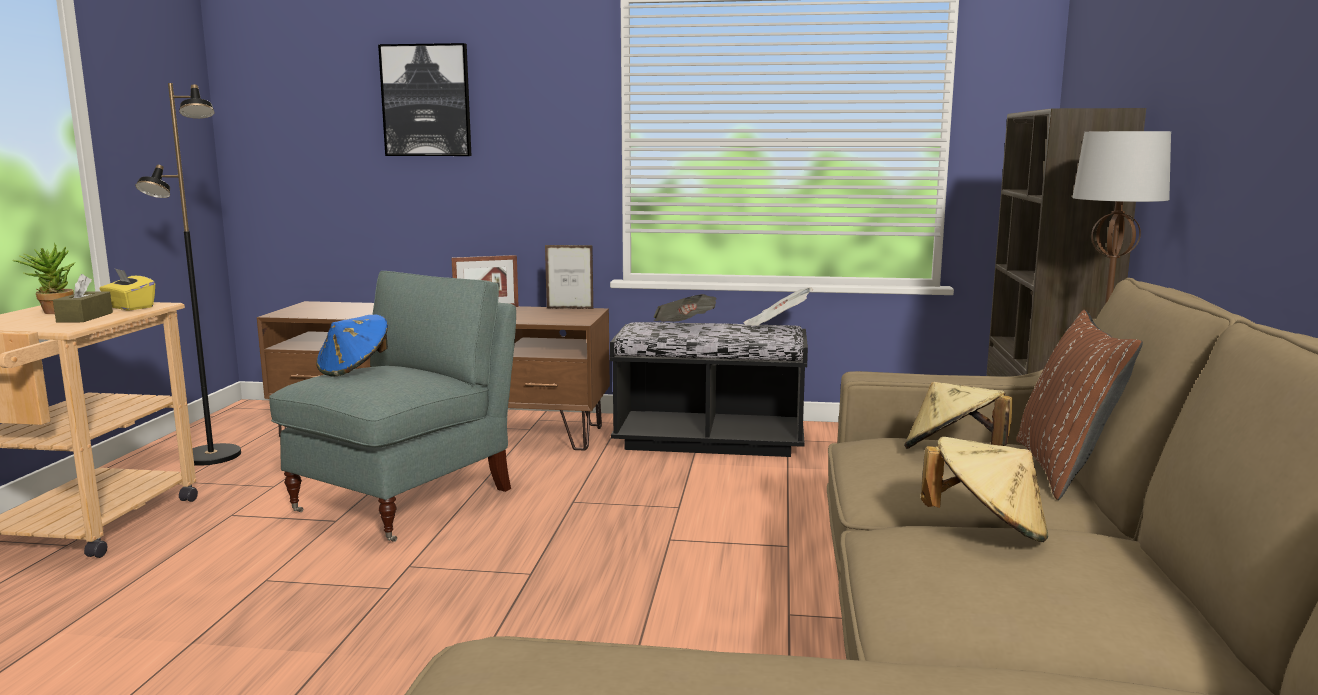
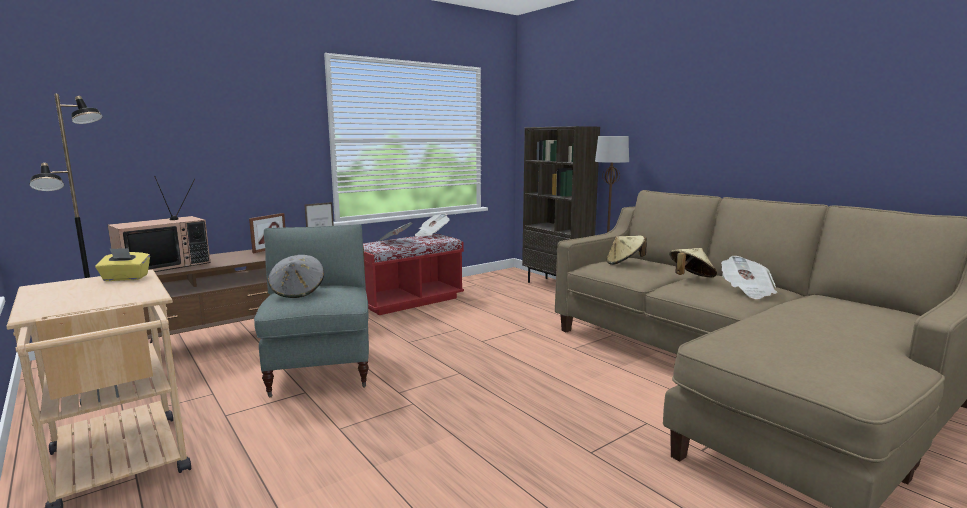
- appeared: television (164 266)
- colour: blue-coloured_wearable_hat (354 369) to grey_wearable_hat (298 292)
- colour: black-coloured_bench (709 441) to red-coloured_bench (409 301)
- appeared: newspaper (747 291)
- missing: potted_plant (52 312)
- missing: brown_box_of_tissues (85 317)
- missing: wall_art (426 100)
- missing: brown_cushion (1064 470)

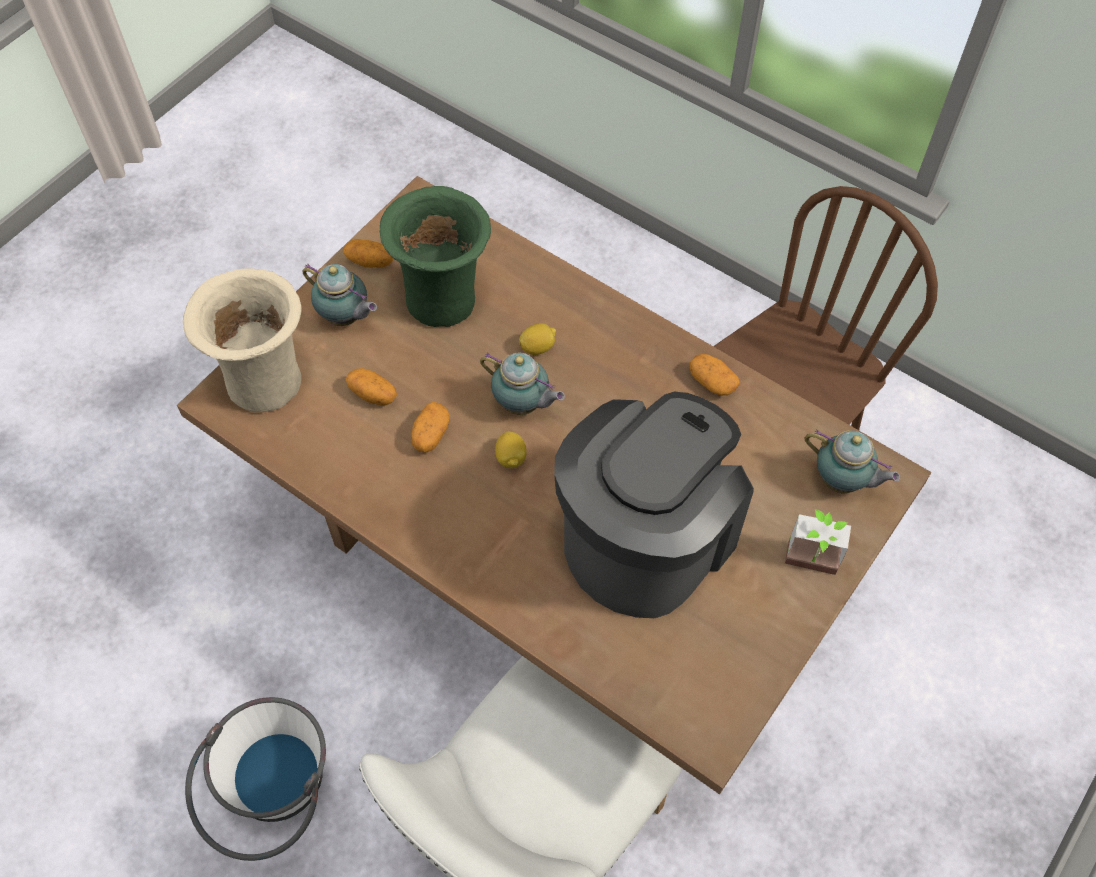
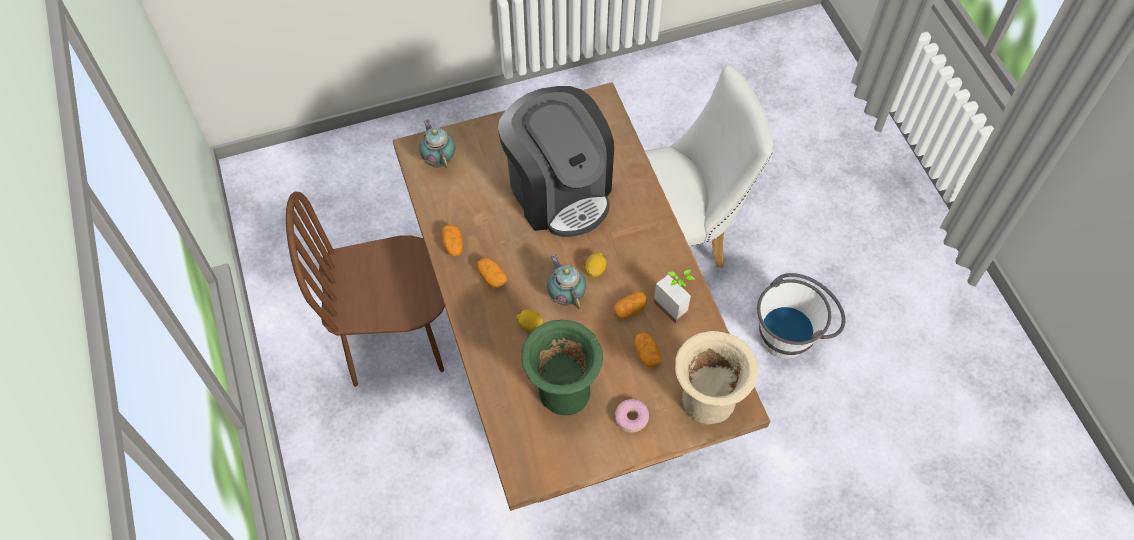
- relocated: spud (371 261) to (492 277)
- spun: coffee_maker (646 538) = (558 190) 105 degrees counterclockwise
- exchanged: tea_pot (345 318) to doughnut (631 417)
- relocated: potted_plant (810 567) to (675 304)

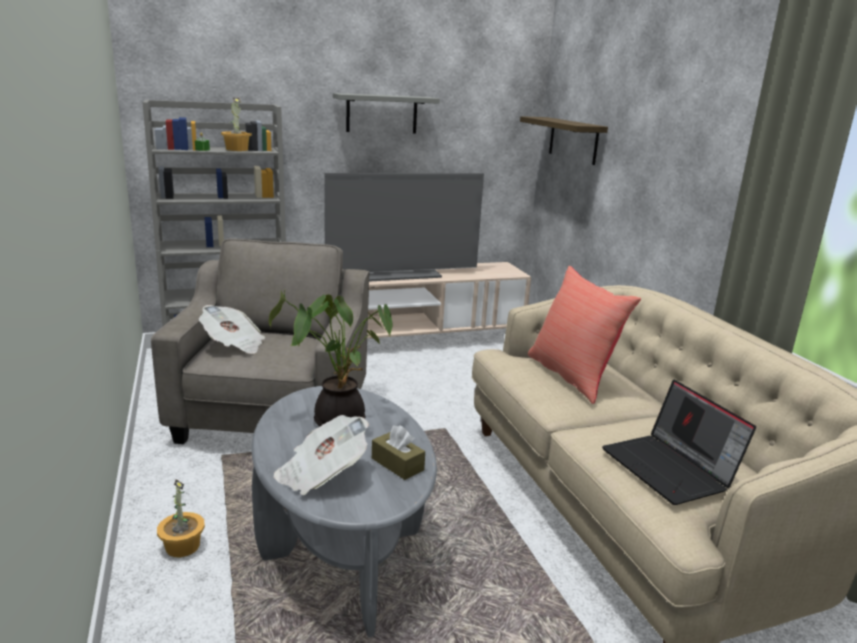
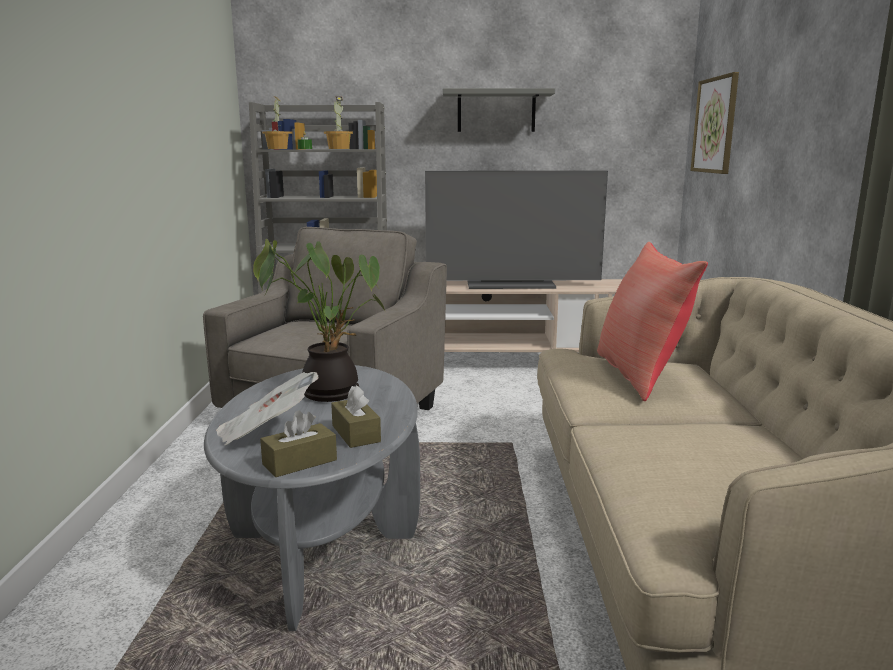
- appeared: brown_box_of_tissues (299 462)
- relocated: potted_plant (182 546) to (278 149)
- exchanged: shelf (573 140) to wall_art (715 125)
- missing: newspaper (234 345)
- missing: portable_computer (670 469)

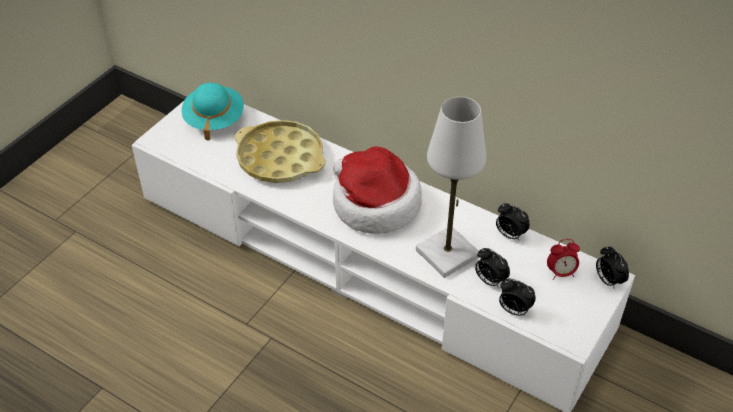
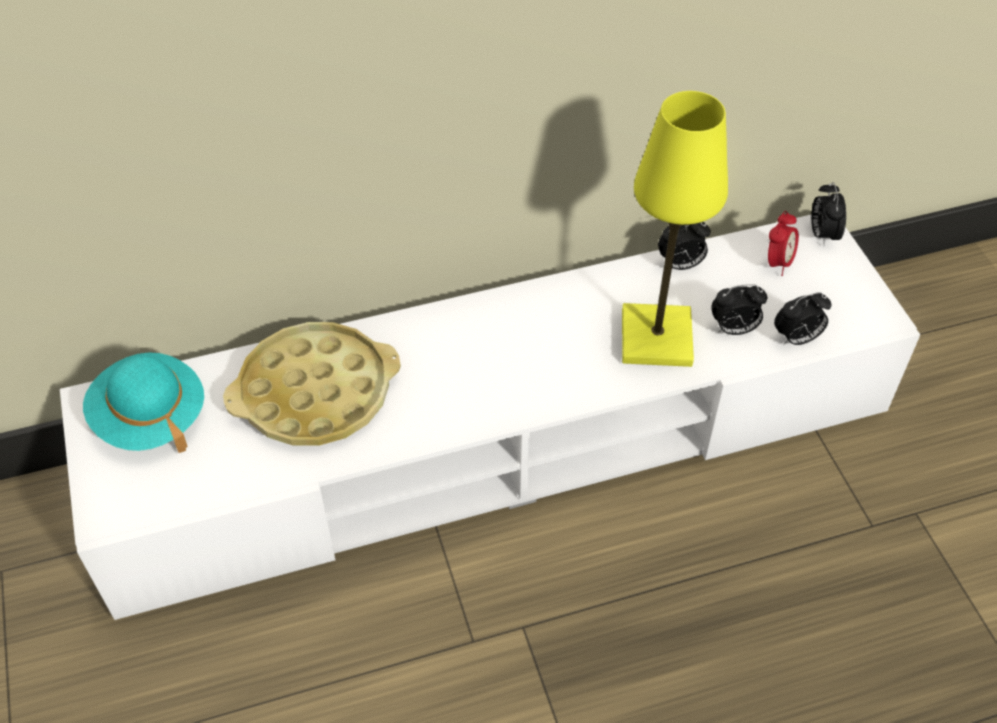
- colour: white-coloured_lamp_for_a_table (447 253) to yellow-coloured_lamp_for_a_table (656 338)
- spun: bedside_clock (608 280) = (822 234) 75 degrees clockwise
- missing: wearable_hat (374 204)

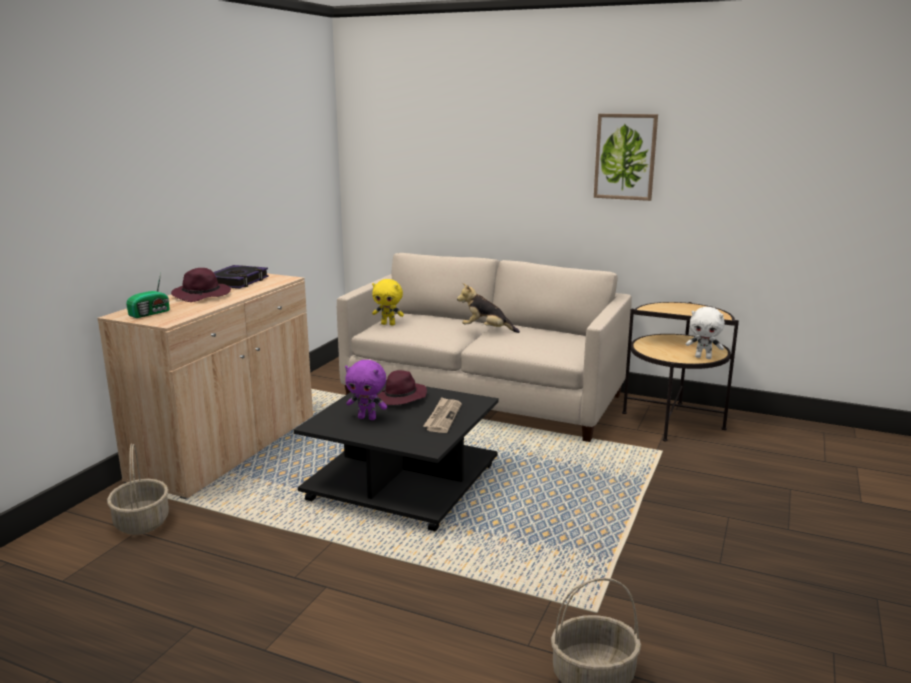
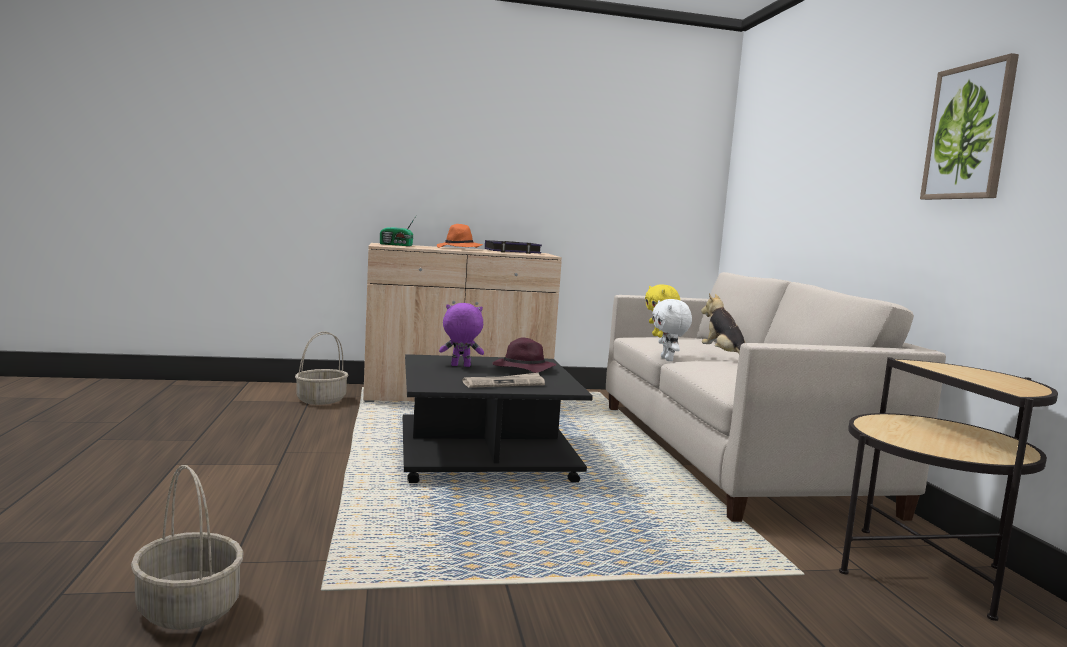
- colour: purple_wearable_hat (202 295) to orangey_wearable_hat (459 249)
- spun: purple_soft_toy (367 418) = (460 366) 105 degrees clockwise
- relocated: white-coloured_soft_toy (703 357) to (668 359)

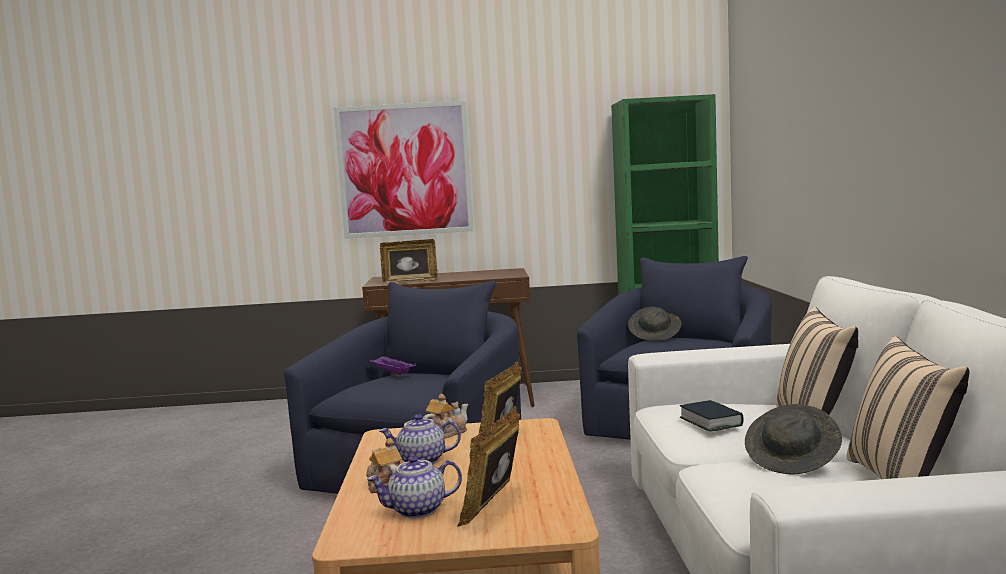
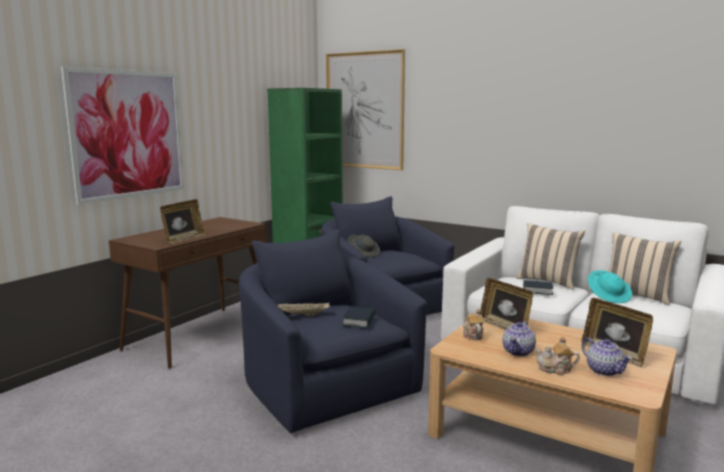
- colour: purple_tray (391 373) to beige_tray (302 315)
- appeared: wall_art (364 110)
- appeared: bound_book (359 321)
- spun: tea_pot (417 510) = (604 371) 45 degrees counterclockwise
- colour: grey_wearable_hat (793 460) to turquoise_wearable_hat (608 297)

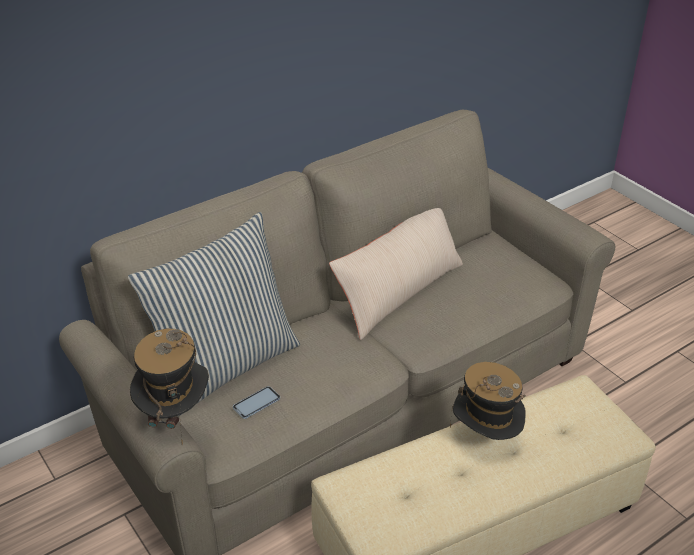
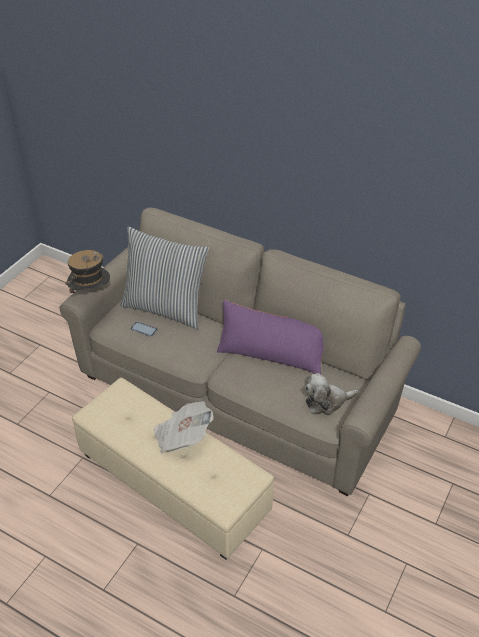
- exchanged: wearable_hat (485 438) to newspaper (182 437)
- colour: beige_cushion (399 292) to purple_cushion (271 354)
- appeared: soft_toy (327 402)

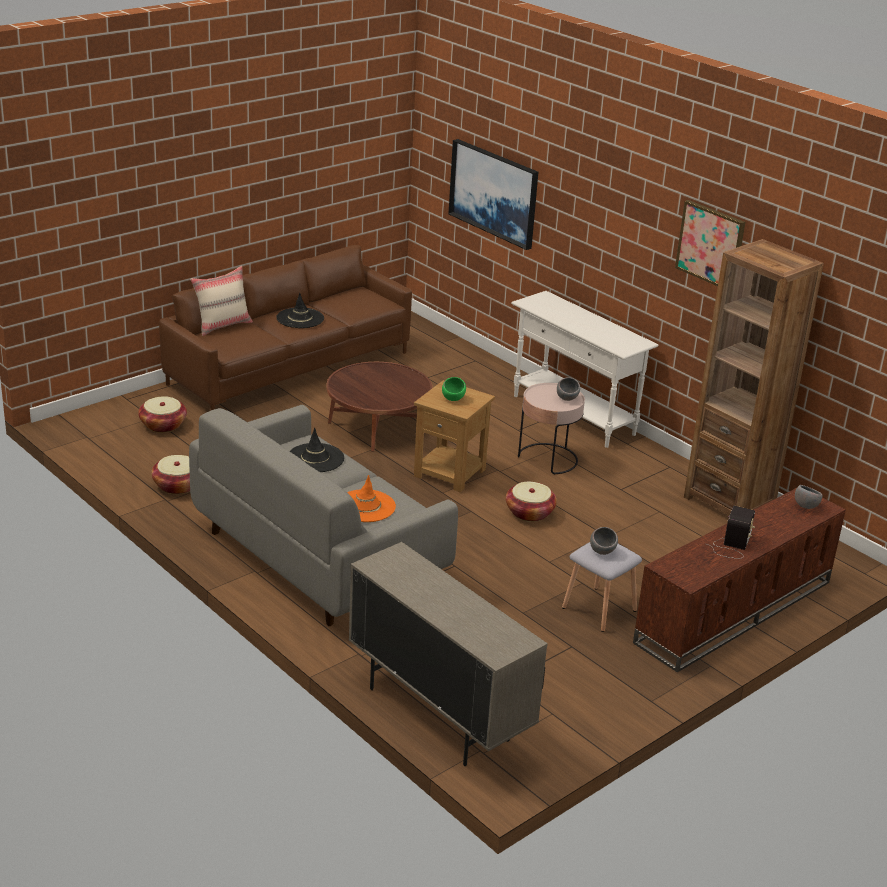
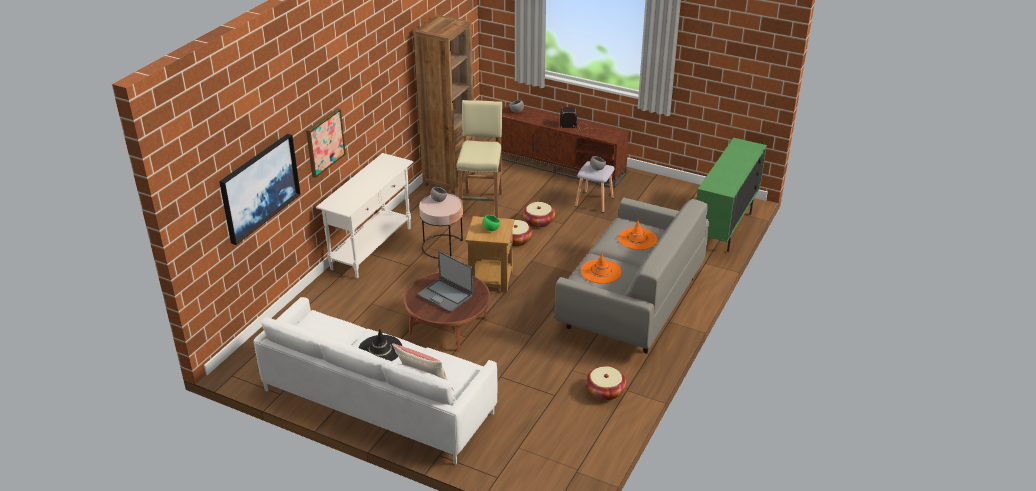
- colour: brown_sofa (291 369) to white-coloured_sofa (379 400)
- relocated: wall_art (711 245) to (324 142)
- appeared: portable_computer (445 295)
- appeared: beige_stool (481 205)
- relocated: storage_basket (163 425) to (538 222)
- colour: black-coloured_wearable_hat (315 458) to orangey_wearable_hat (601 272)
- colour: beige_cabinet (437 714) to greenish_cabinet (725 229)

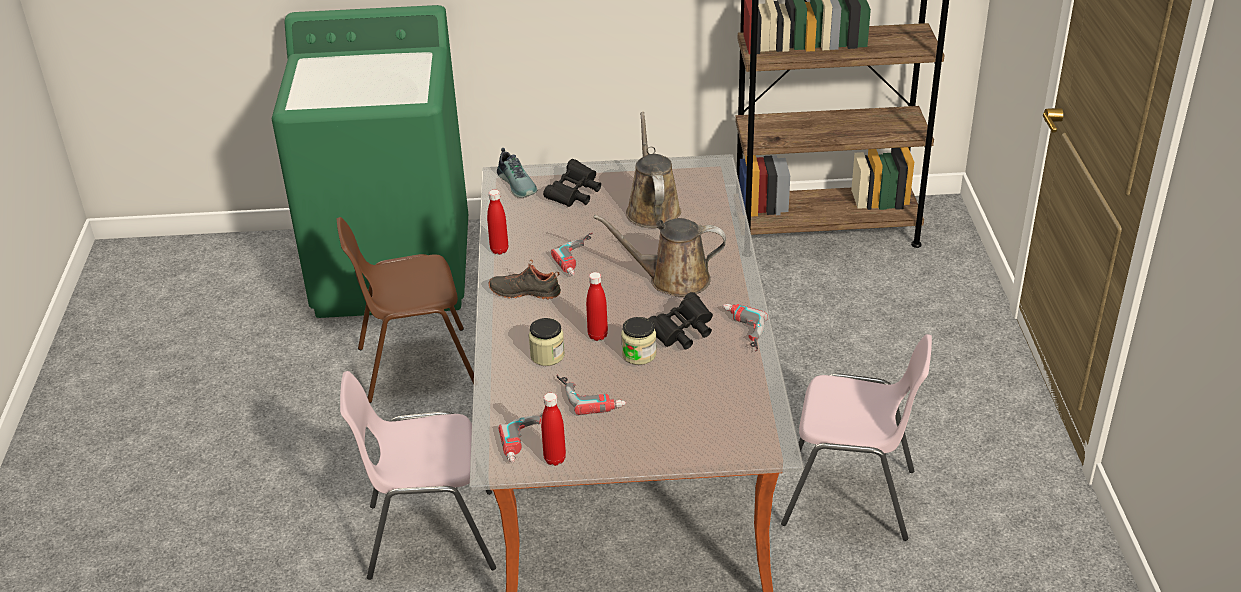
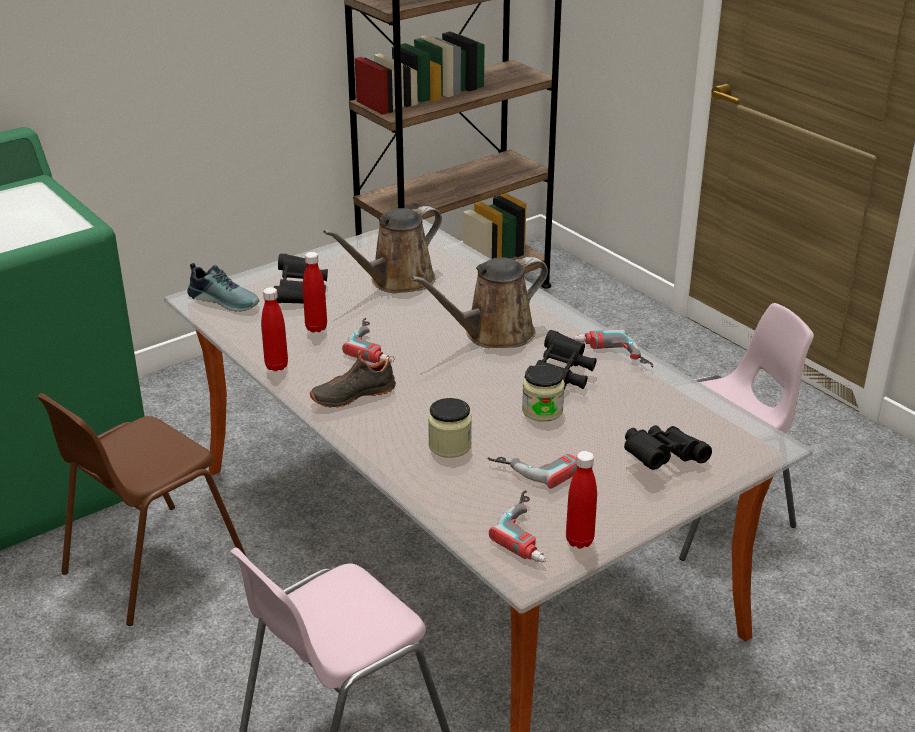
- relocated: red-coloured_beverage_bottle (597 335) to (316 328)
- spun: brown_sprinkling_can (652 209) = (397 281) 90 degrees counterclockwise
- appeared: black-coloured_pair_of_binoculars (661 459)

